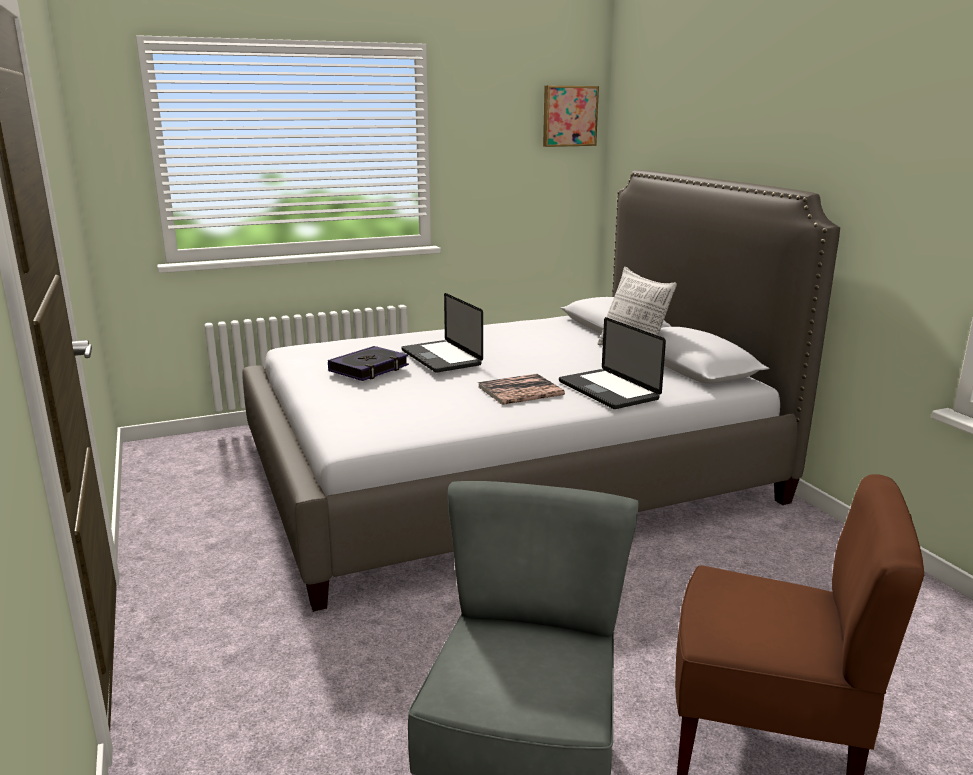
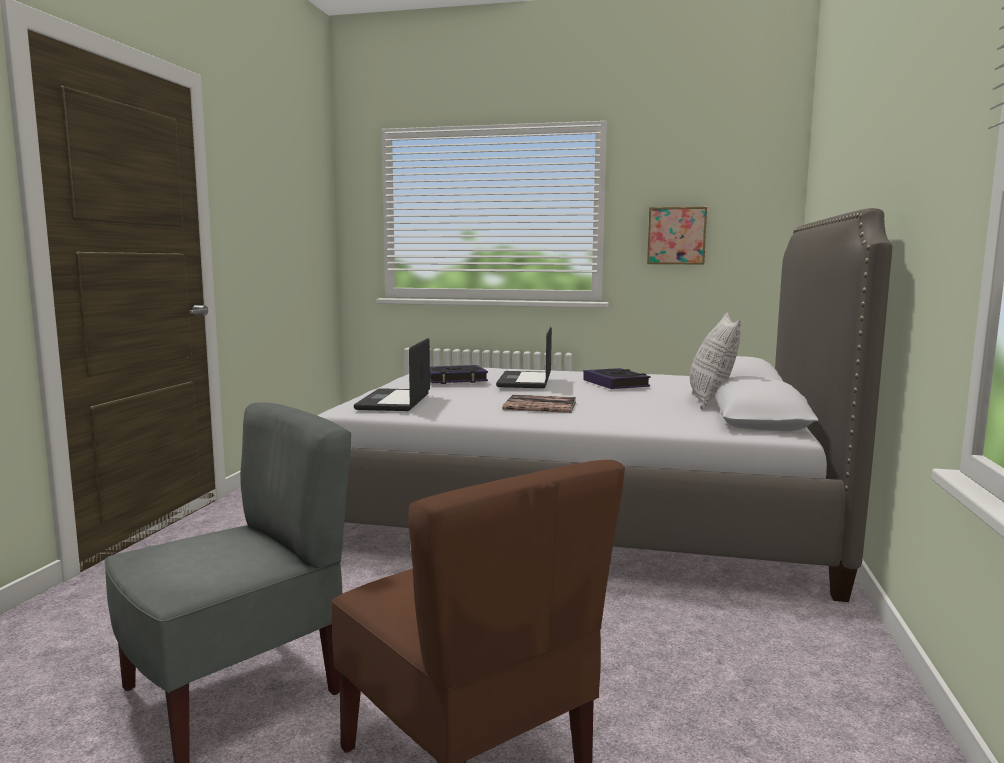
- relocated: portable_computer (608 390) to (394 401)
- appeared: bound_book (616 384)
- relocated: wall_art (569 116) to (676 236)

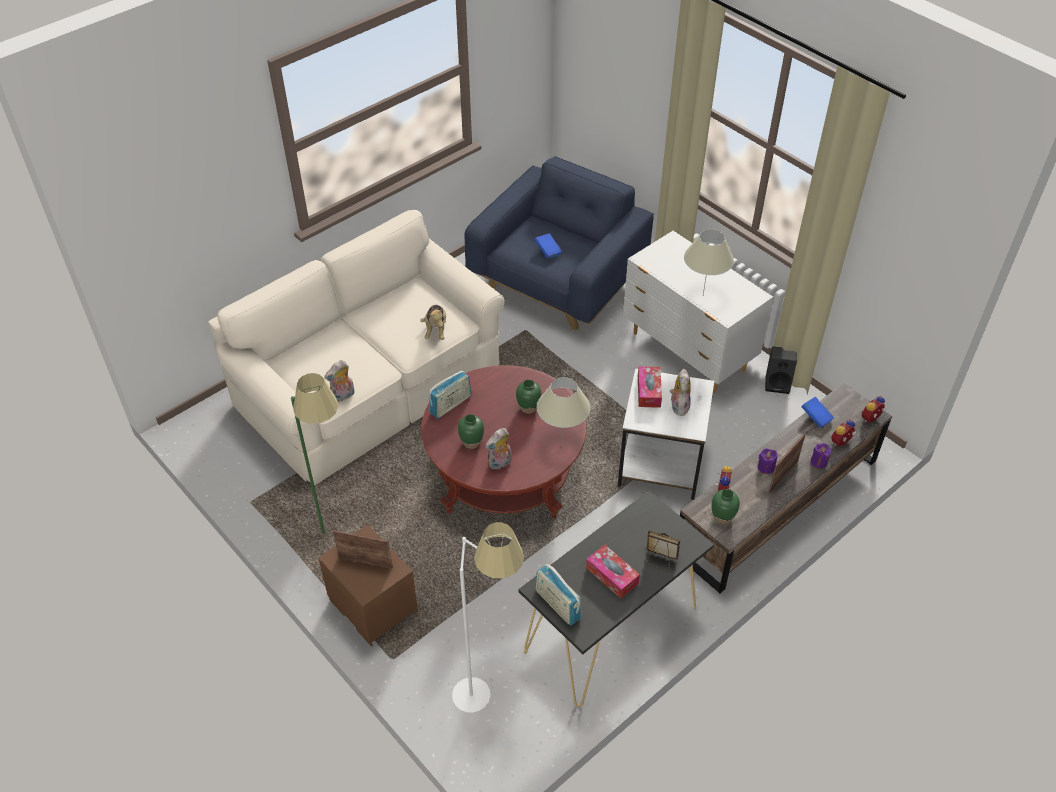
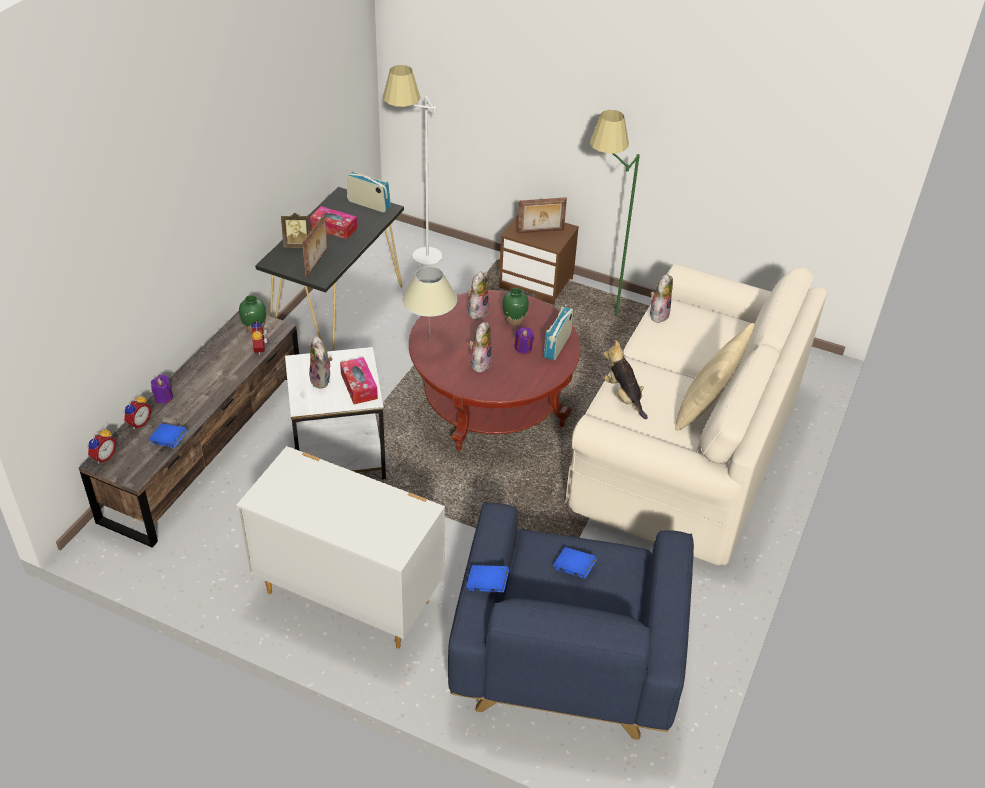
- relocated: photo_frame (782 476) to (317 262)
- appeared: blue-coloured_bound_book (487 585)
- exchanged: greenish_flower_vase (528 407) to soft_toy (480 363)
- relocated: purple_wax_candle (765 467) to (523 348)
- appeared: beige_cushion (705 408)
- missing: beige_lamp_for_a_table (702 296)
- missing: black-coloured_audio_speaker (778 383)

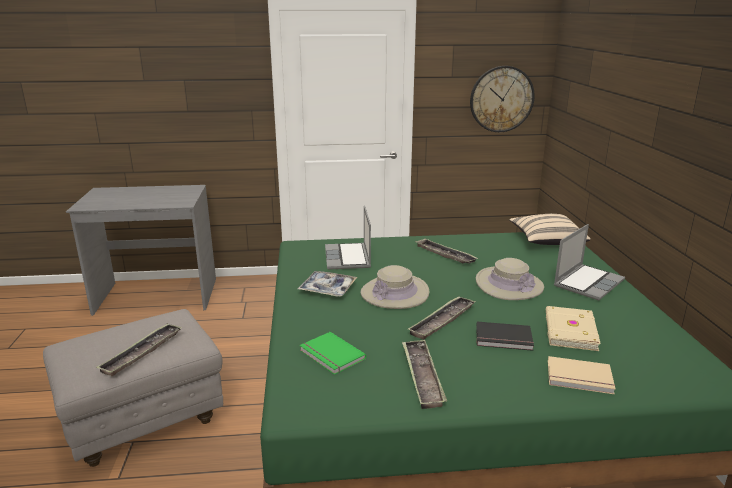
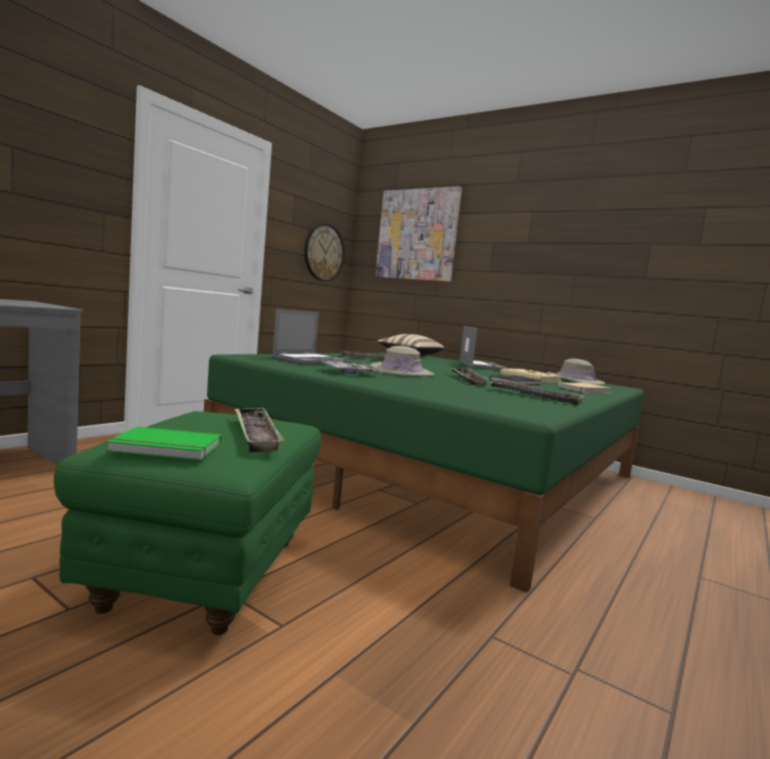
- colour: grey_footrest (144 422) to greenish_footrest (205 572)
- relocated: greenish_bound_book (331 355) to (166 448)
- spun: portable_computer (348 258) = (309 360) 90 degrees counterclockwise
- appeared: wall_art (417 235)
- relocated: beige_wearable_hat (509 285) to (574 380)

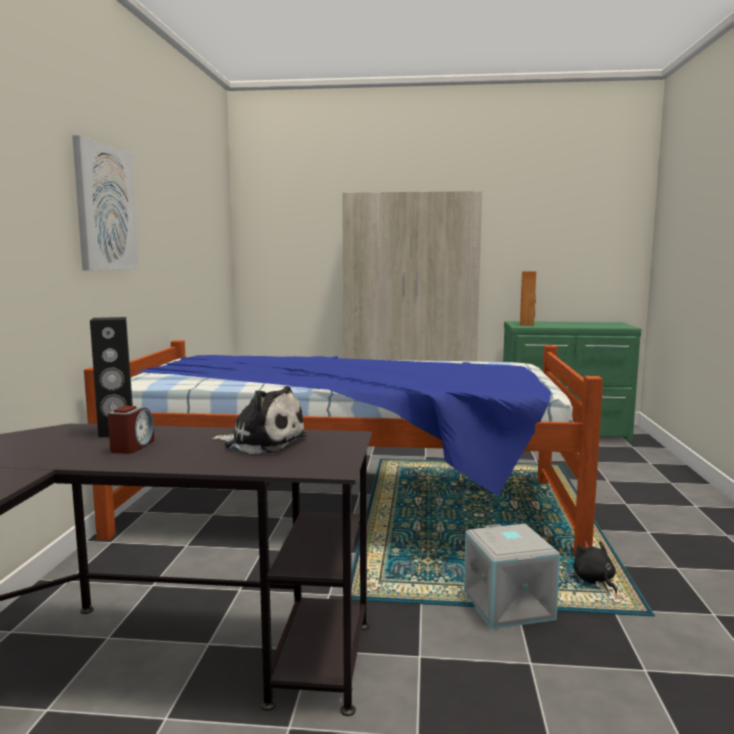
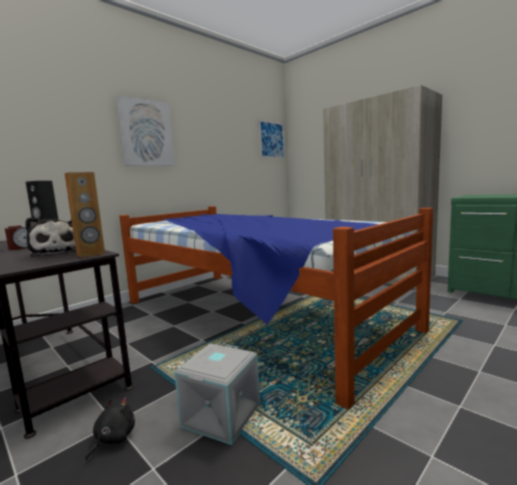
- relocated: brown_audio_speaker (527 325) to (91 254)
- relocated: black-coloured_soft_toy (594 580) to (113 439)
- appeared: wall_art (272 140)

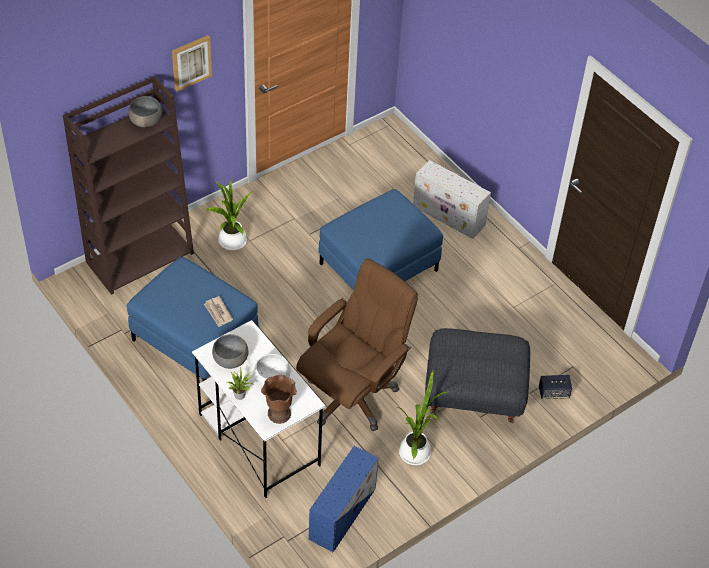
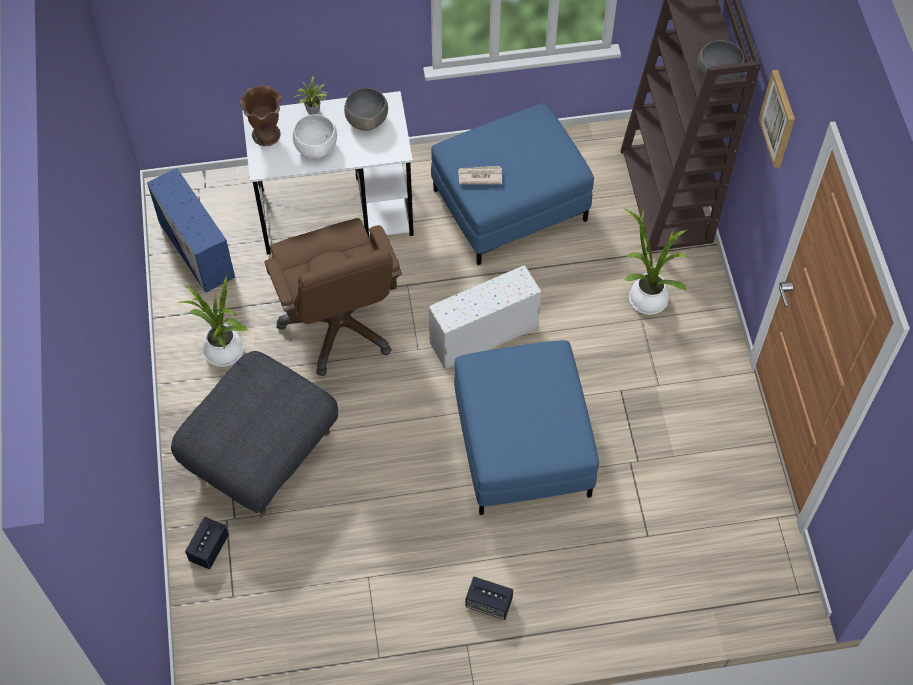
- relocated: white-coloured_storage_bin (450 216) to (482 336)
- appeared: audio_speaker (488 603)

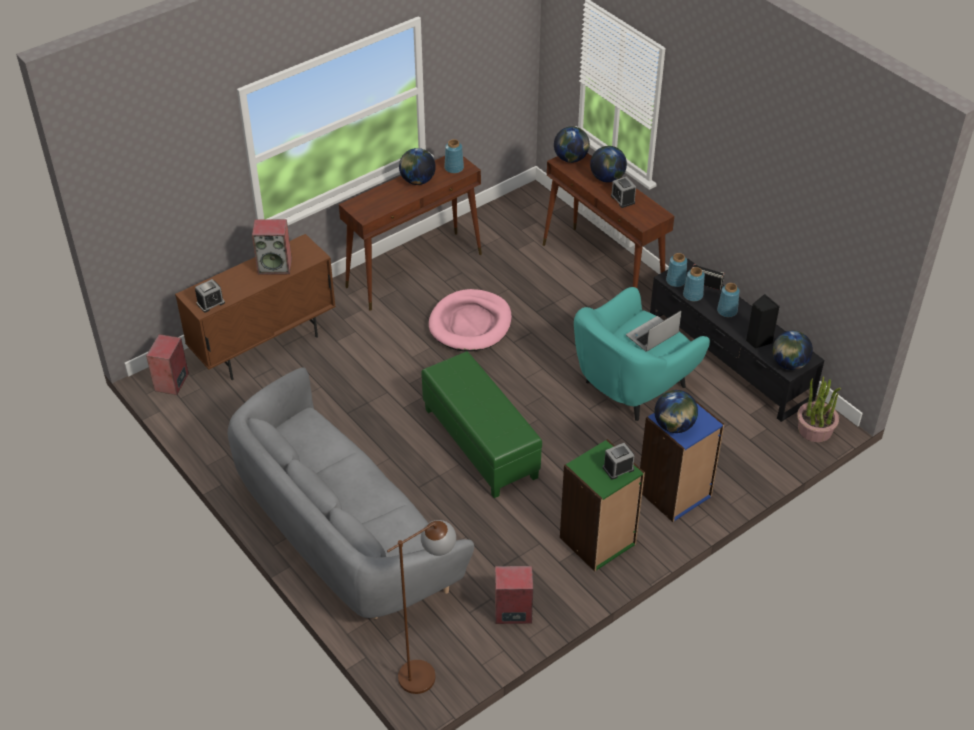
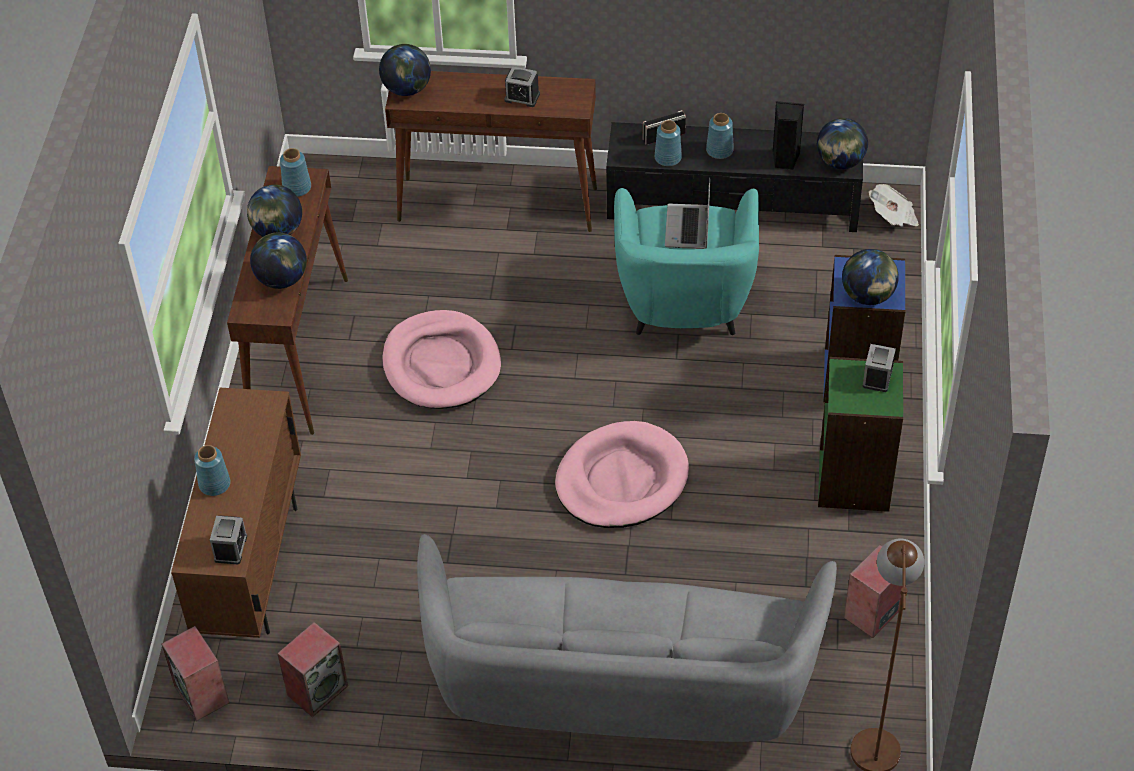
- relocated: blue-coloured_flower_vase (675 281) to (214 484)
- relocated: world_globe (607 178) to (282 279)
- relocated: audio_speaker (275 266) to (317 689)
- exchanged: greenish_footrest (479 443) to pink_dog_cushion (621 480)
- exchanged: potted_plant (815 430) to newspaper (893 217)

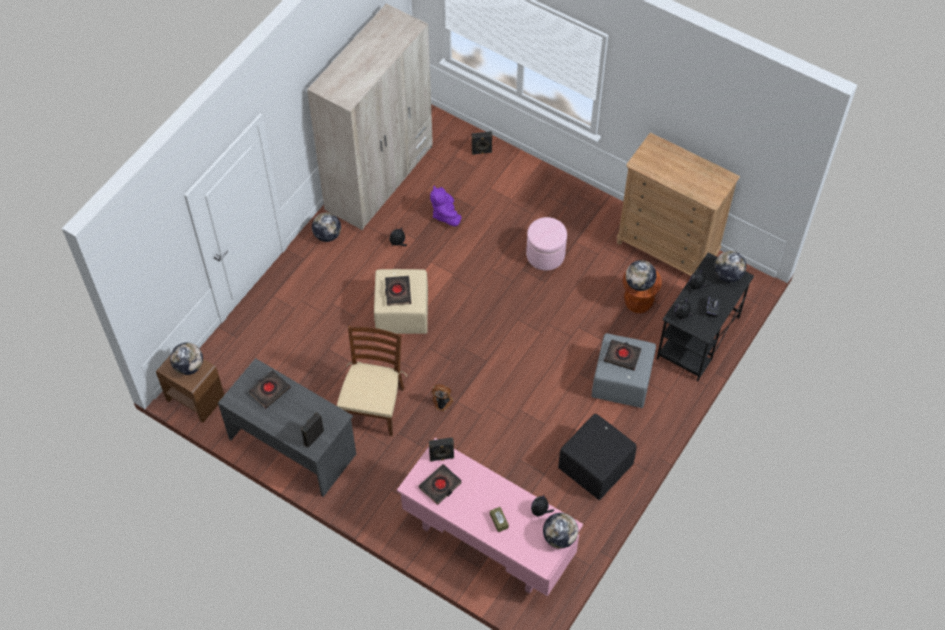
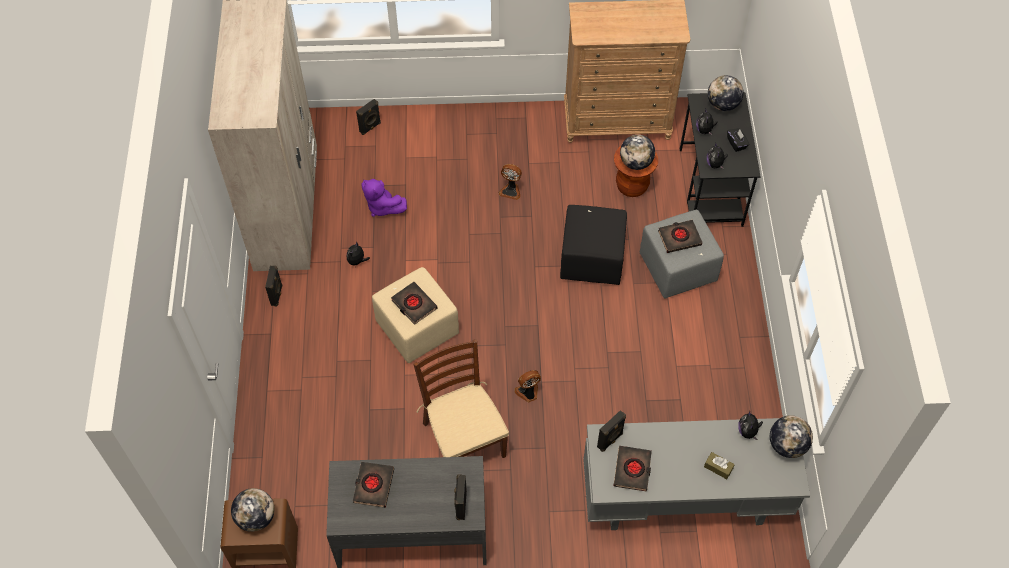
- exchanged: world_globe (327 235) to black-coloured_audio_speaker (277 295)
- exchanged: pink_footrest (545 255) to fan (511 190)
- relocated: black-coloured_footrest (595 466) to (591 258)
- colour: pink_desk_unit (487 542) to grey_desk_unit (683 501)

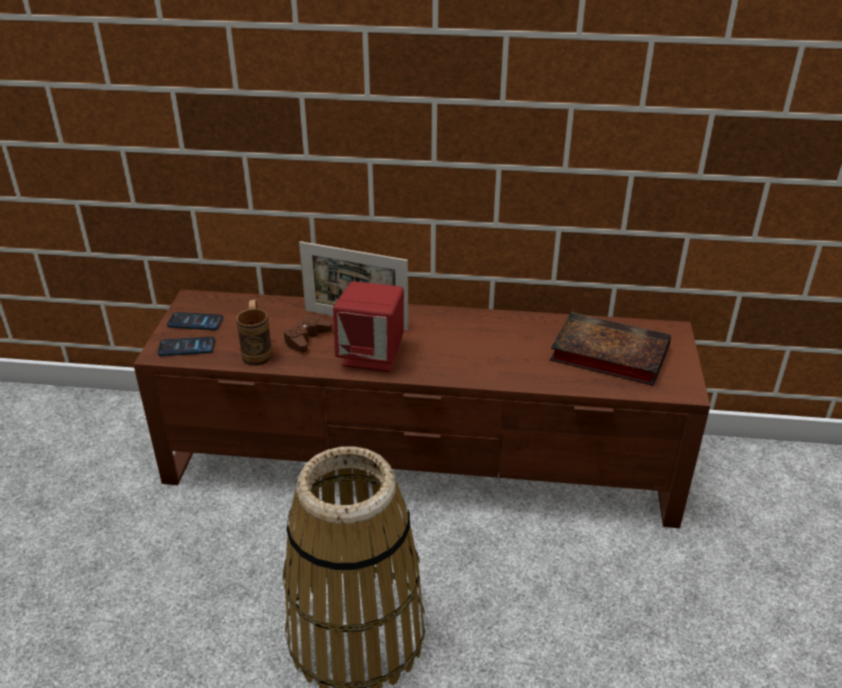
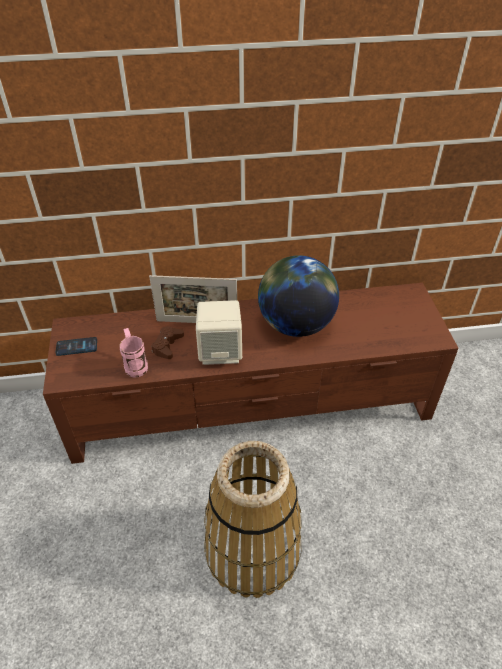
- colour: brown_mug (257 351) to pink_mug (135 364)
- colour: red-coloured_audio_speaker (372 356) to beige_audio_speaker (220 352)
- appeared: world_globe (295 324)
- missing: handset (186 347)
- missing: bound_book (606 354)

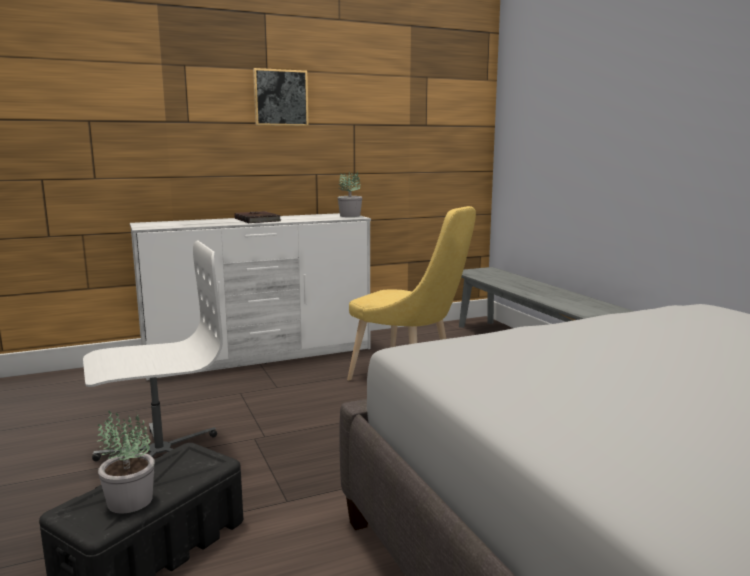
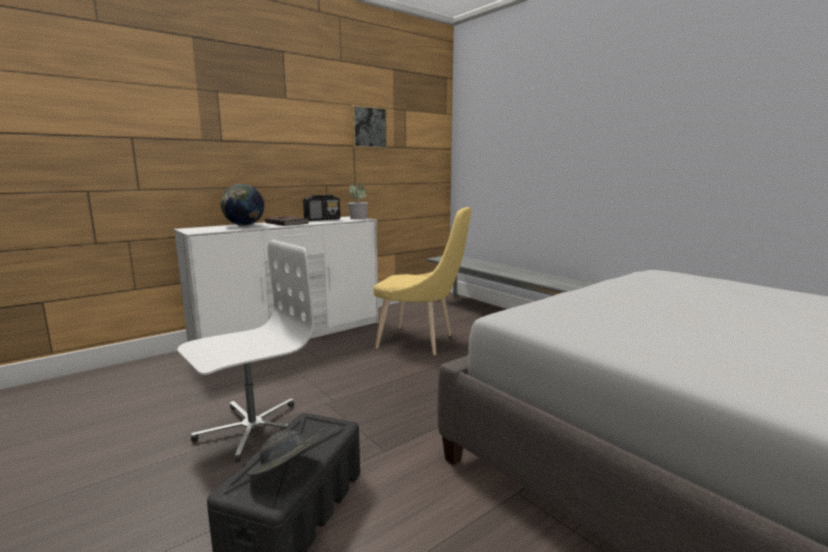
- appeared: world_globe (244 225)
- exchanged: potted_plant (129 501) to grey_wearable_hat (285 471)
- appeared: radio (322 220)
- relocated: wall_art (281 98) to (369 127)

